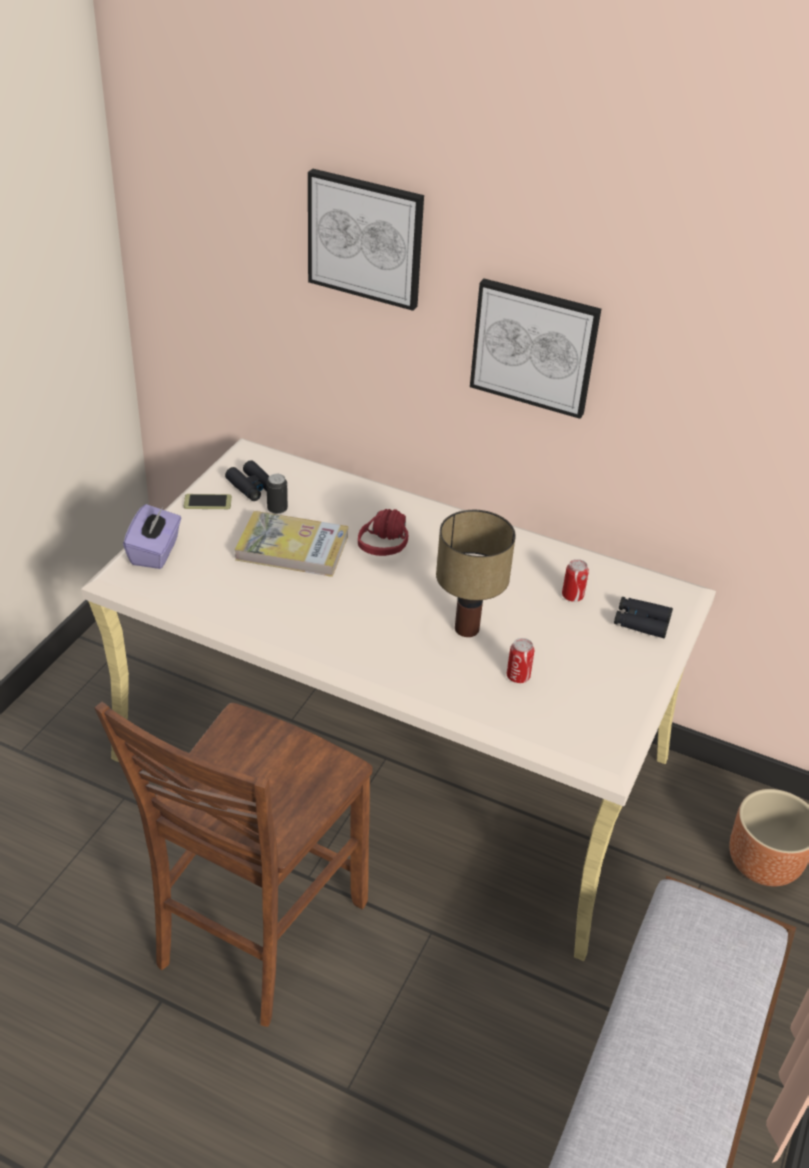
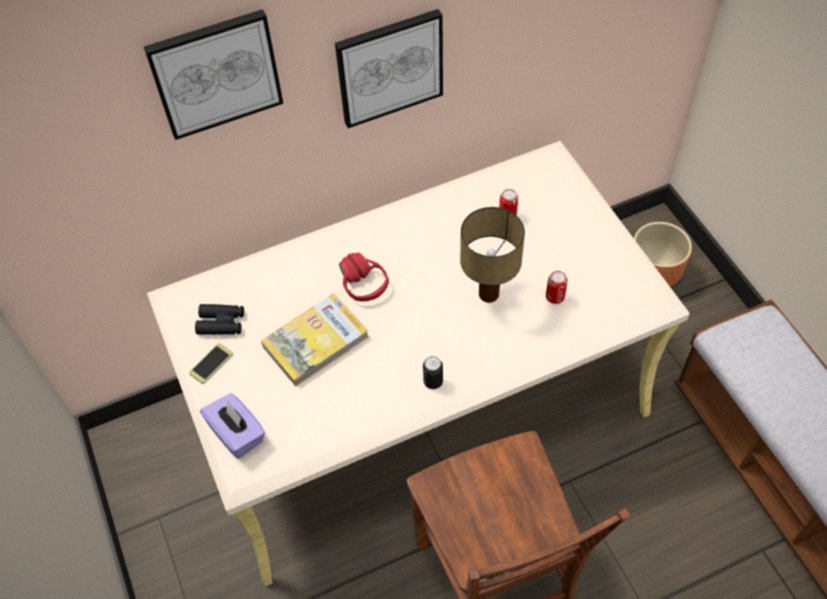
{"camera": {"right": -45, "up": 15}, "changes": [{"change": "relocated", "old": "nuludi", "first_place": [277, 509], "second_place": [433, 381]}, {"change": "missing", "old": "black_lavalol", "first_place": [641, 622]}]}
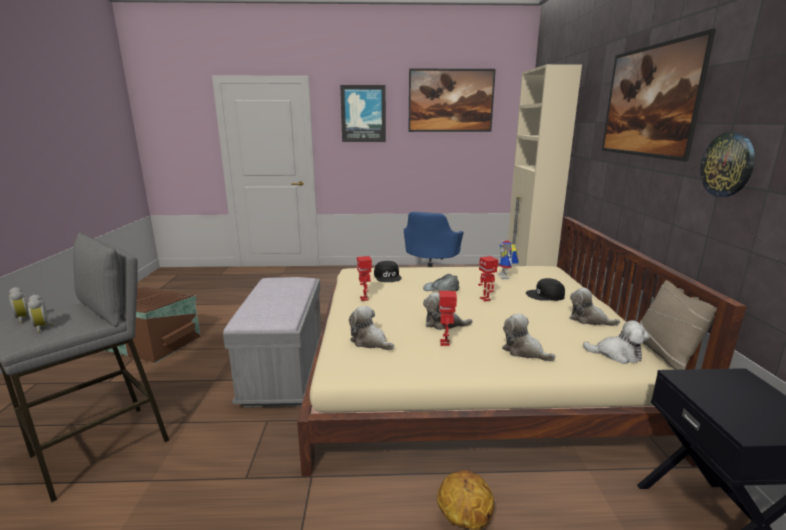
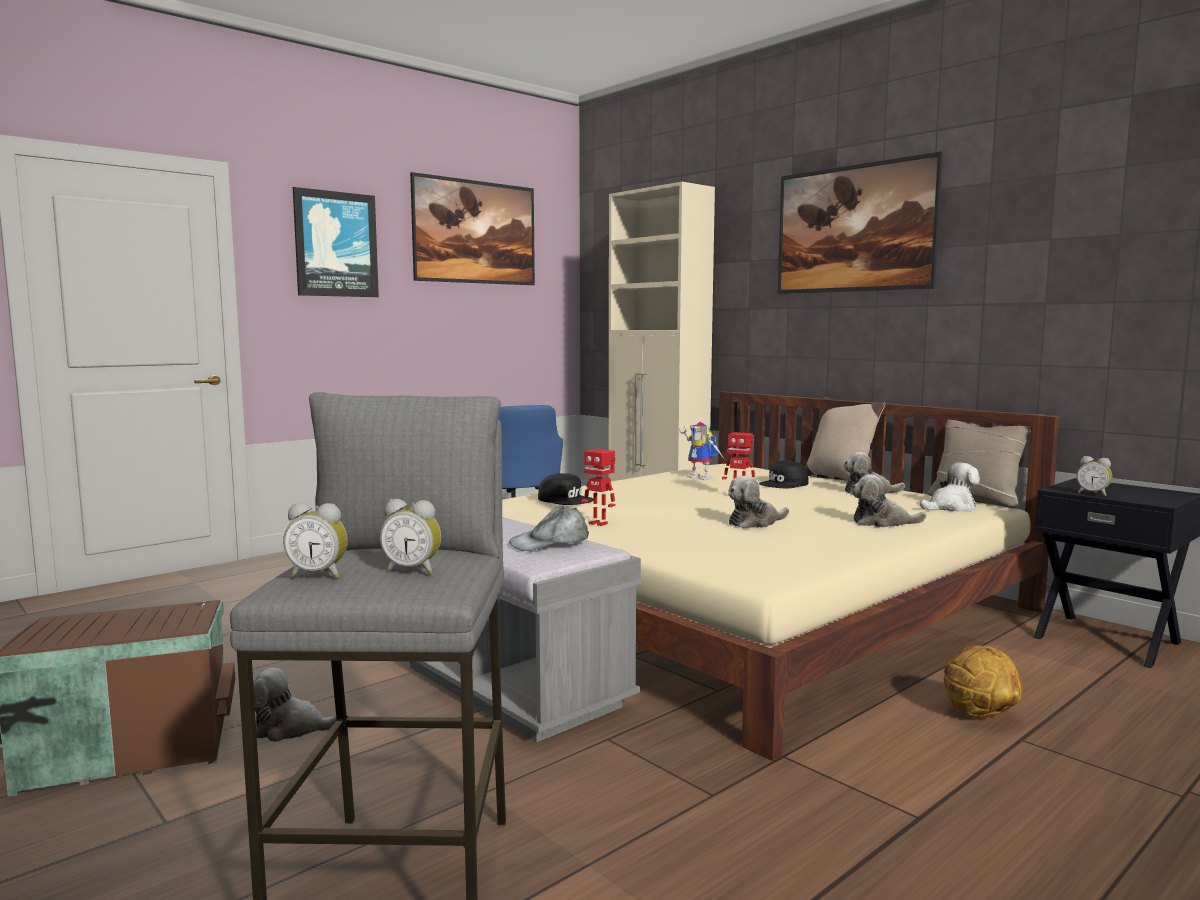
{"camera": {"right": -40, "up": -10}, "changes": [{"change": "relocated", "old": "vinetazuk", "first_place": [370, 342], "second_place": [290, 729]}, {"change": "relocated", "old": "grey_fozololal", "first_place": [441, 289], "second_place": [550, 542]}, {"change": "missing", "old": "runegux", "first_place": [445, 343]}, {"change": "missing", "old": "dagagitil", "first_place": [727, 165]}, {"change": "appeared", "new": "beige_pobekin", "second_place": [839, 478]}, {"change": "appeared", "new": "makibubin", "second_place": [1093, 494]}]}
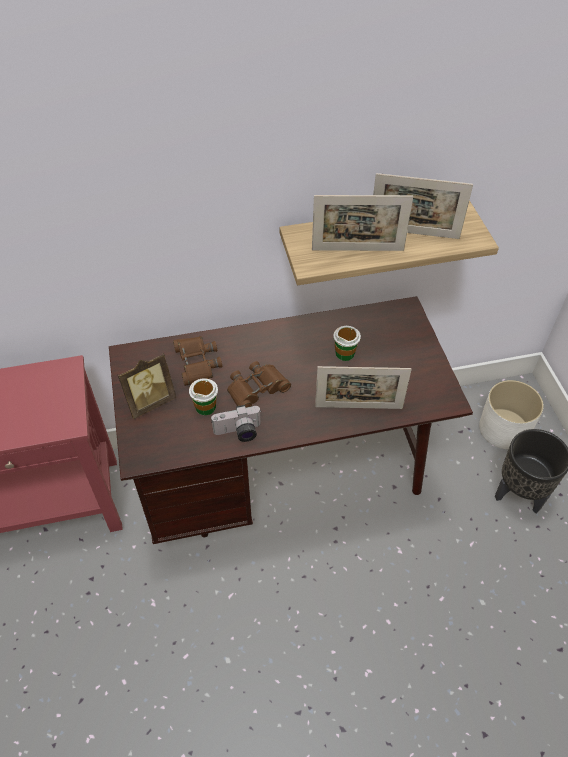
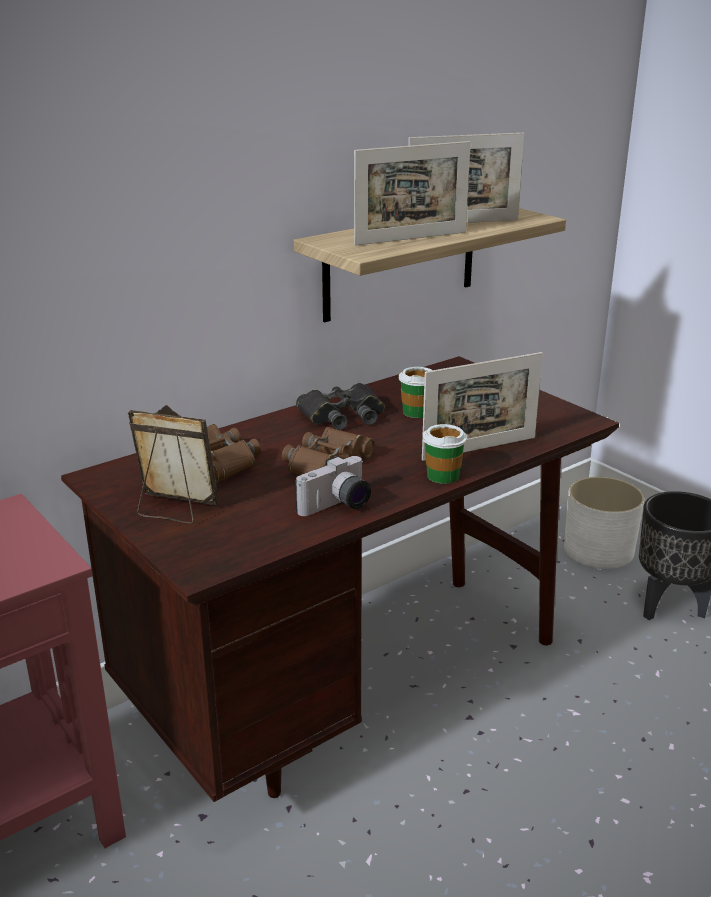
{"camera": {"right": -25, "up": -25}, "changes": [{"change": "spun", "old": "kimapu", "first_place": [150, 402], "second_place": [174, 510], "degrees": -105}, {"change": "relocated", "old": "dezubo", "first_place": [205, 406], "second_place": [443, 475]}, {"change": "appeared", "new": "black_lavalol", "second_place": [343, 415]}]}
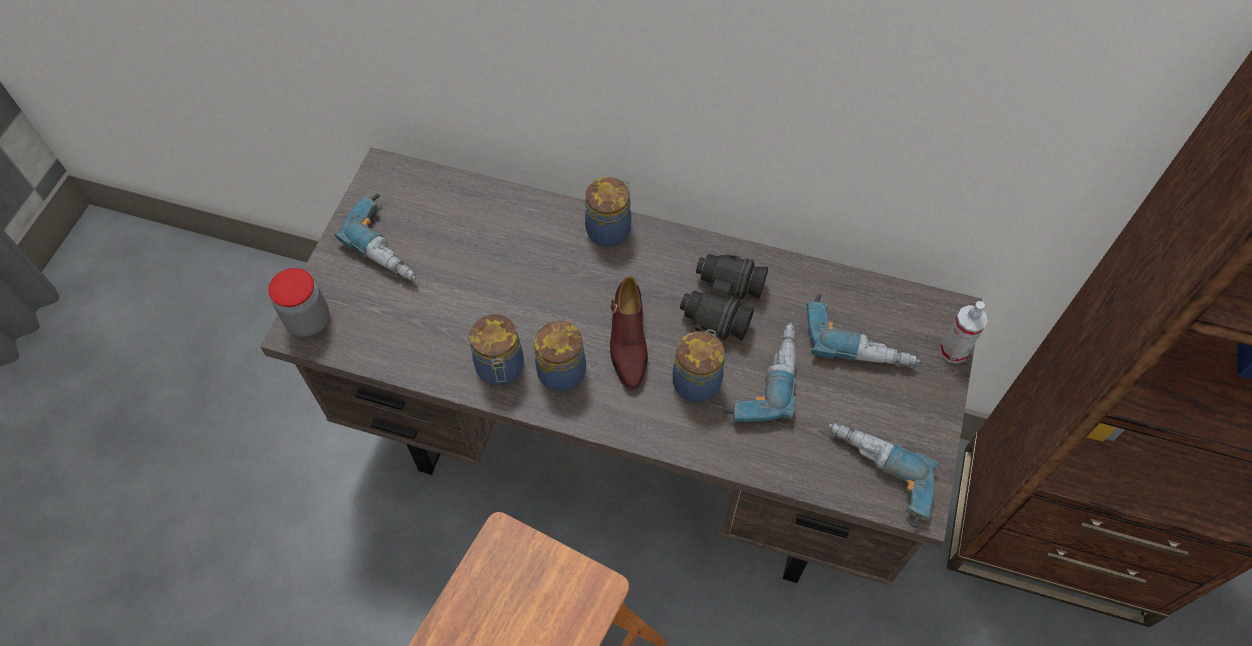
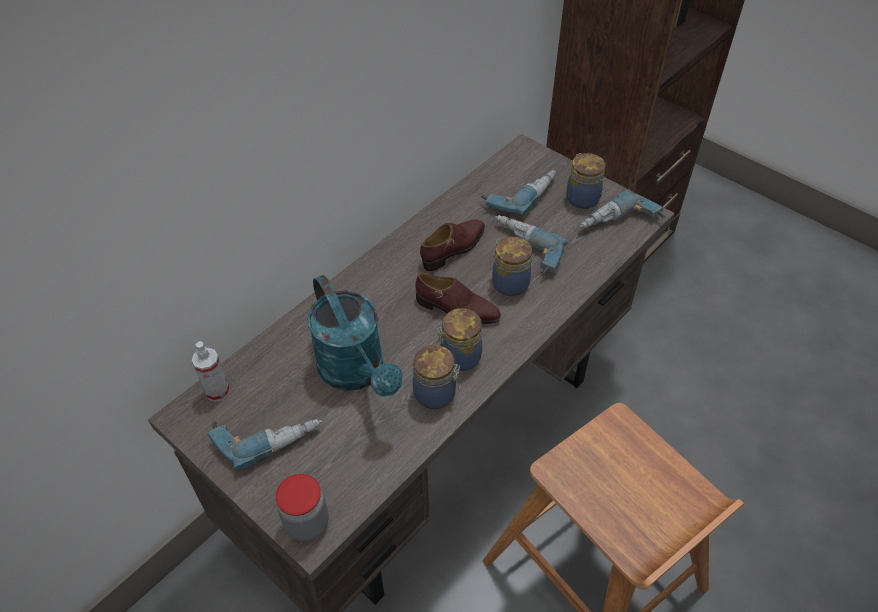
{"camera": {"right": -65, "up": -10}, "changes": [{"change": "relocated", "old": "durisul", "first_place": [610, 229], "second_place": [581, 198]}, {"change": "exchanged", "old": "black_lavalol", "new": "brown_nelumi", "first_place": [721, 303], "second_place": [454, 248]}, {"change": "relocated", "old": "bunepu", "first_place": [953, 351], "second_place": [217, 391]}, {"change": "appeared", "new": "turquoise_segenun", "second_place": [357, 372]}]}
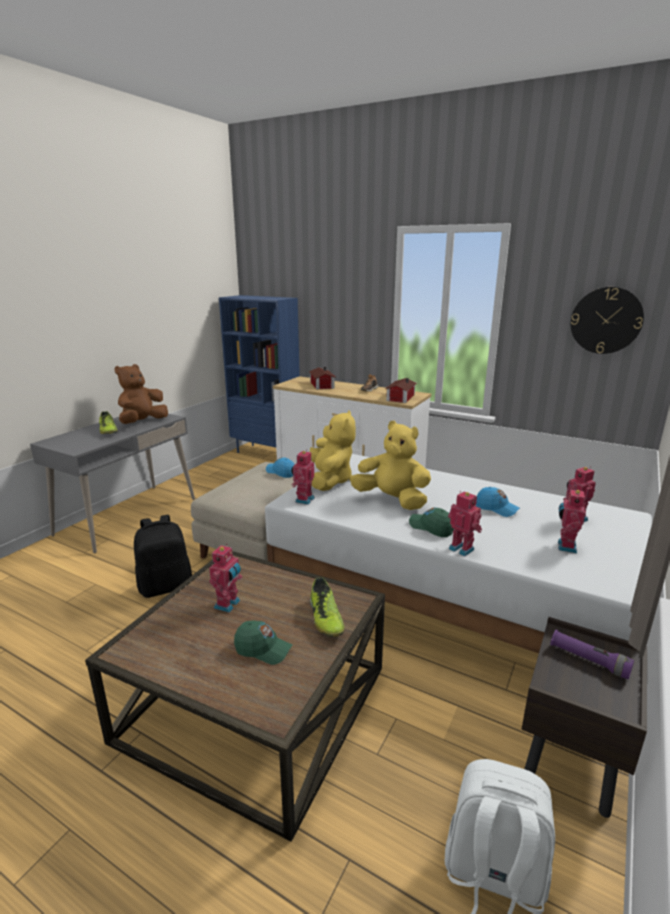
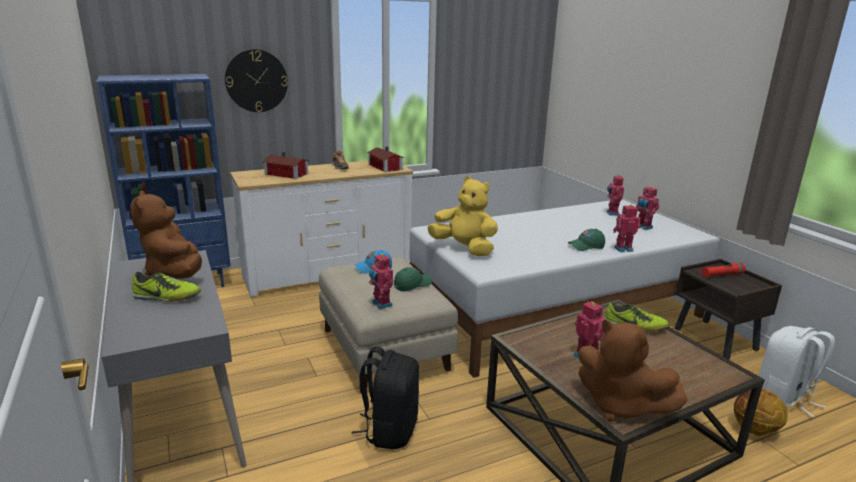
{"camera": {"right": -55, "up": 0}, "changes": [{"change": "relocated", "old": "green_fozololal", "first_place": [263, 649], "second_place": [412, 285]}, {"change": "relocated", "old": "runegux", "first_place": [303, 499], "second_place": [381, 304]}, {"change": "missing", "old": "yellow_vinetazuk", "first_place": [392, 500]}, {"change": "missing", "old": "blue_fozololal", "first_place": [496, 509]}, {"change": "colour", "old": "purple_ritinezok", "new": "red_ritinezok", "first_place": [588, 661], "second_place": [722, 275]}, {"change": "relocated", "old": "dagagitil", "first_place": [606, 320], "second_place": [256, 81]}, {"change": "appeared", "new": "brown_vinetazuk", "second_place": [620, 406]}, {"change": "appeared", "new": "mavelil", "second_place": [754, 430]}]}
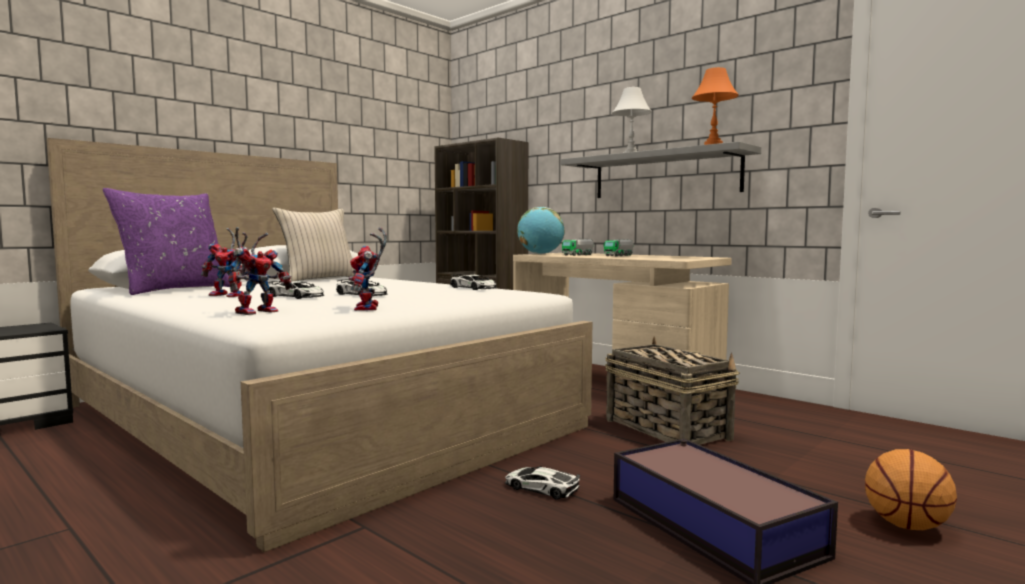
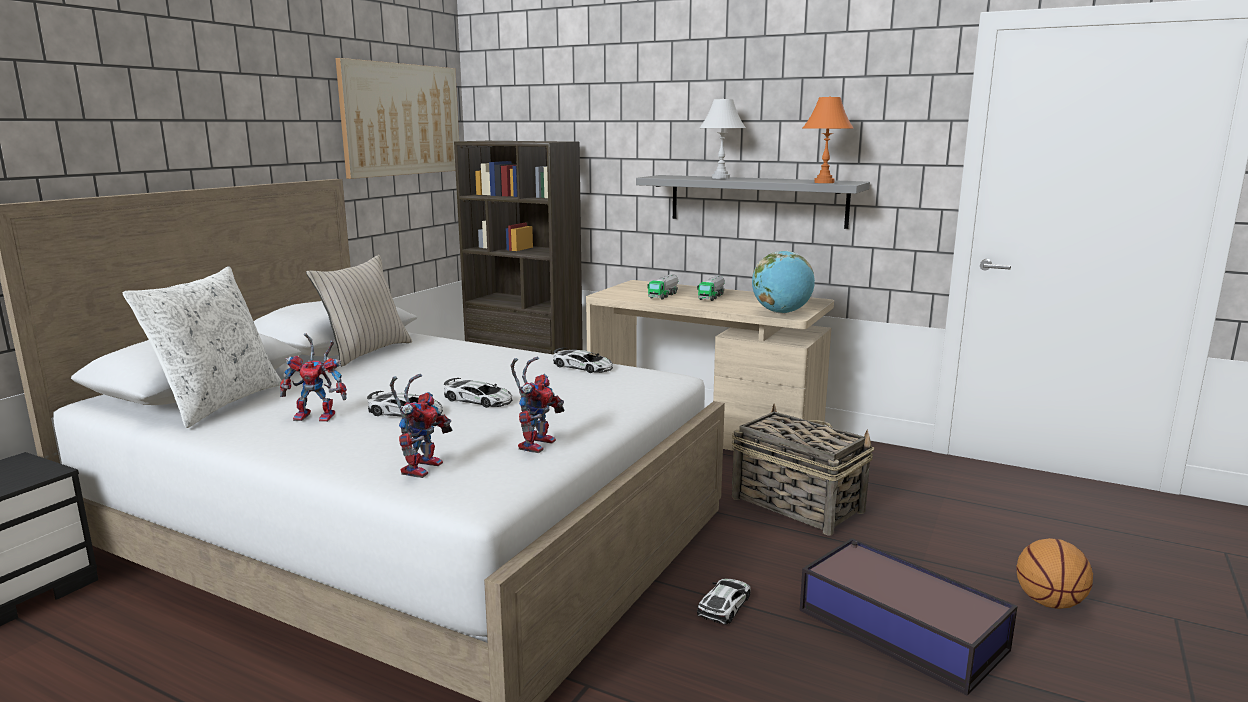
{"camera": {"right": -15, "up": 10}, "changes": [{"change": "colour", "old": "purple_pobekin", "new": "white_pobekin", "first_place": [175, 290], "second_place": [218, 403]}, {"change": "spun", "old": "runegux", "first_place": [369, 308], "second_place": [536, 443], "degrees": -135}, {"change": "spun", "old": "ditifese", "first_place": [541, 488], "second_place": [725, 605], "degrees": 105}, {"change": "relocated", "old": "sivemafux", "first_place": [540, 254], "second_place": [781, 312]}, {"change": "appeared", "new": "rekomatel", "second_place": [402, 119]}]}
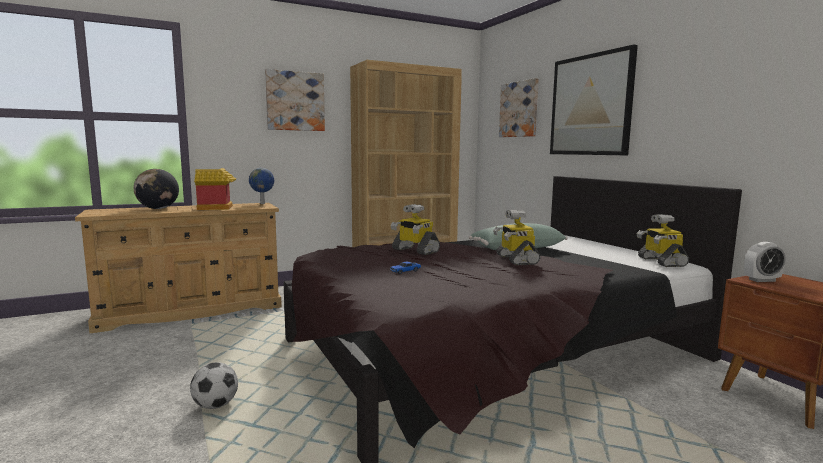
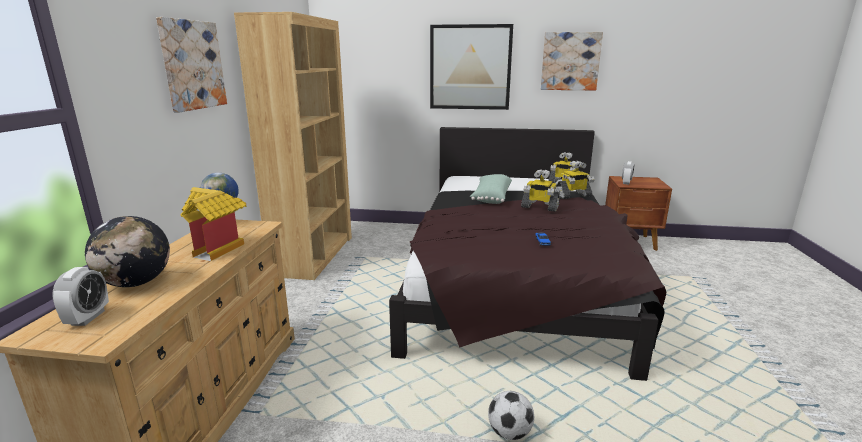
{"camera": {"right": -55, "up": 10}, "changes": [{"change": "relocated", "old": "runegux", "first_place": [414, 250], "second_place": [572, 196]}, {"change": "relocated", "old": "rekomatel", "first_place": [519, 109], "second_place": [570, 61]}, {"change": "appeared", "new": "makibubin", "second_place": [88, 318]}]}
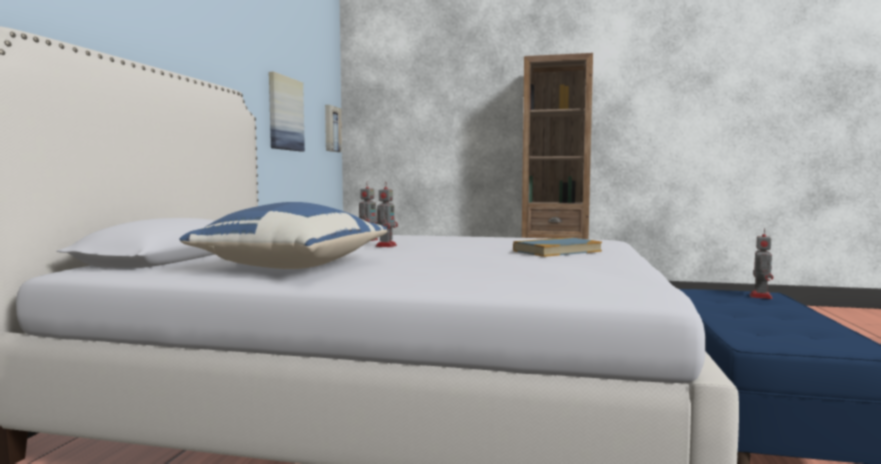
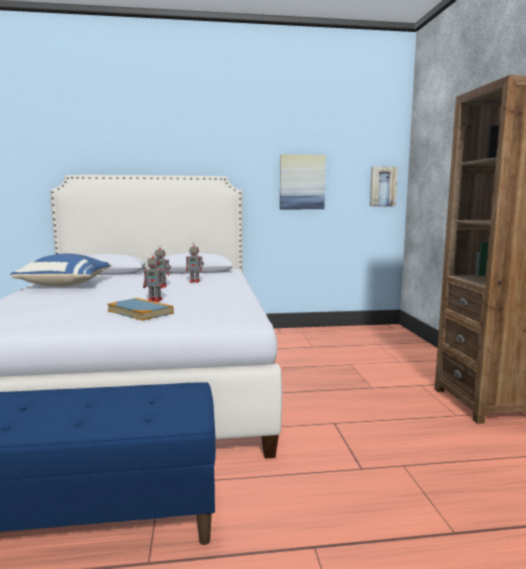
{"camera": {"right": 70, "up": 5}, "changes": [{"change": "relocated", "old": "runegux", "first_place": [760, 296], "second_place": [155, 300]}]}
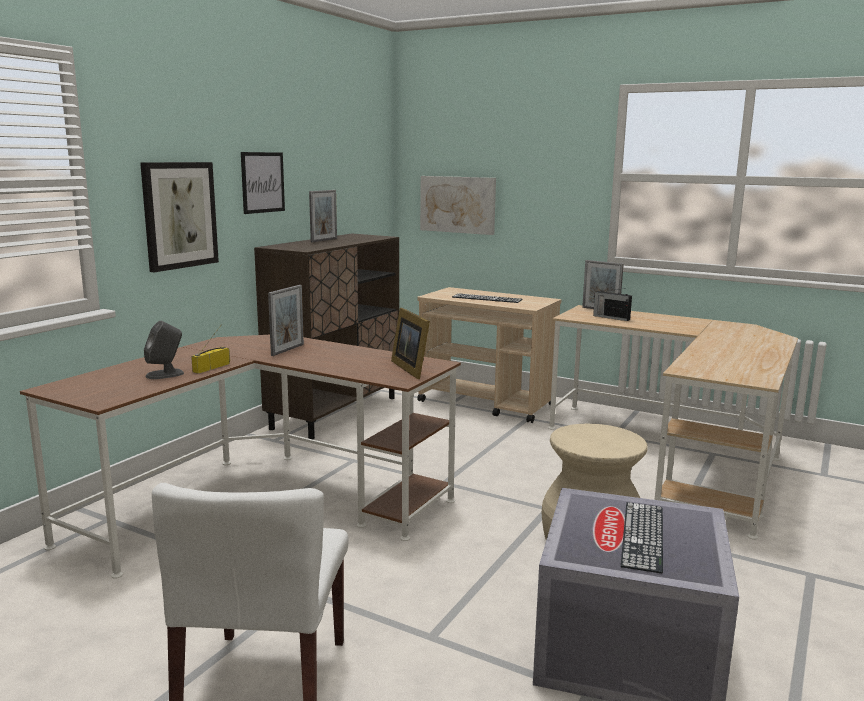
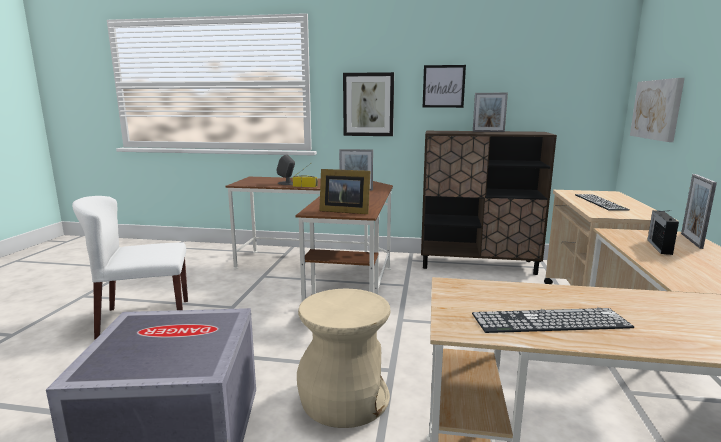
{"camera": {"right": 70, "up": 0}, "changes": [{"change": "spun", "old": "kimapu", "first_place": [412, 368], "second_place": [343, 211], "degrees": -120}, {"change": "relocated", "old": "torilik", "first_place": [643, 535], "second_place": [550, 321]}]}
